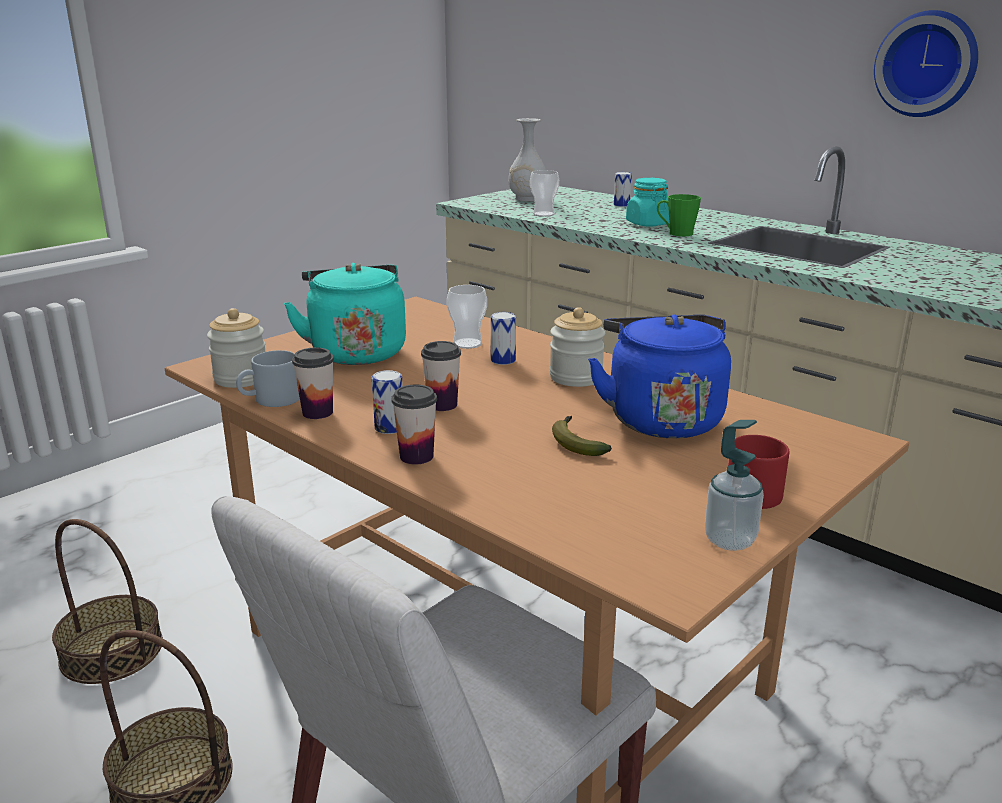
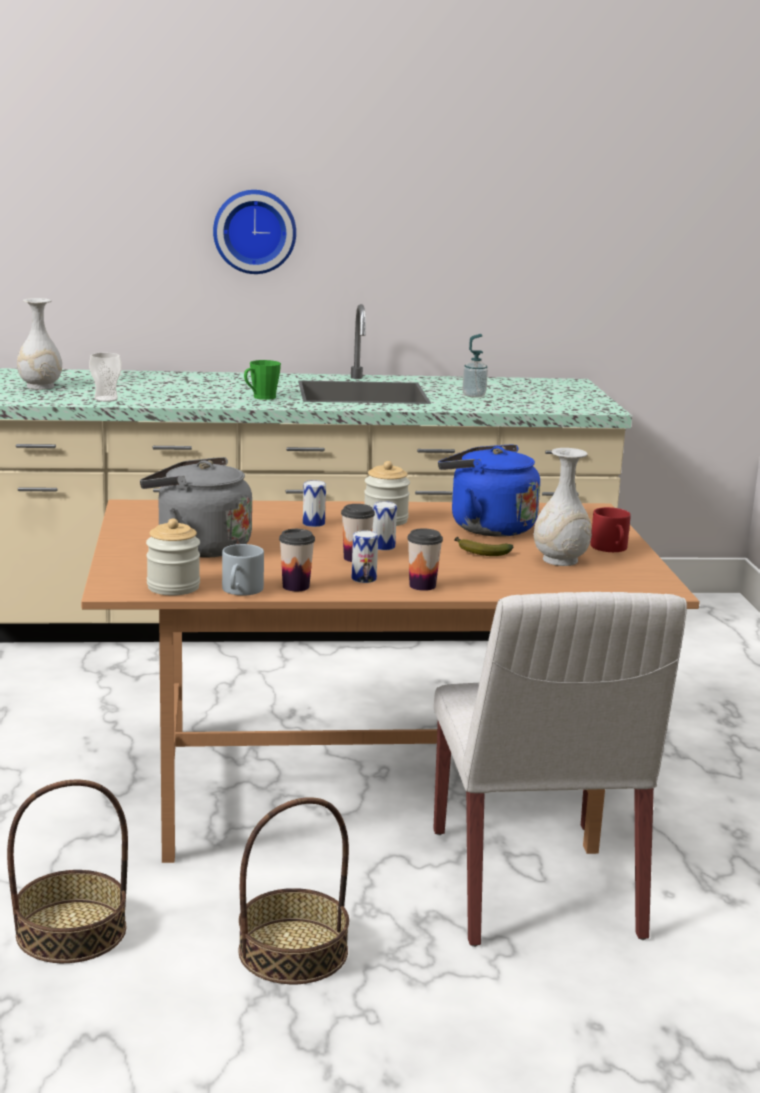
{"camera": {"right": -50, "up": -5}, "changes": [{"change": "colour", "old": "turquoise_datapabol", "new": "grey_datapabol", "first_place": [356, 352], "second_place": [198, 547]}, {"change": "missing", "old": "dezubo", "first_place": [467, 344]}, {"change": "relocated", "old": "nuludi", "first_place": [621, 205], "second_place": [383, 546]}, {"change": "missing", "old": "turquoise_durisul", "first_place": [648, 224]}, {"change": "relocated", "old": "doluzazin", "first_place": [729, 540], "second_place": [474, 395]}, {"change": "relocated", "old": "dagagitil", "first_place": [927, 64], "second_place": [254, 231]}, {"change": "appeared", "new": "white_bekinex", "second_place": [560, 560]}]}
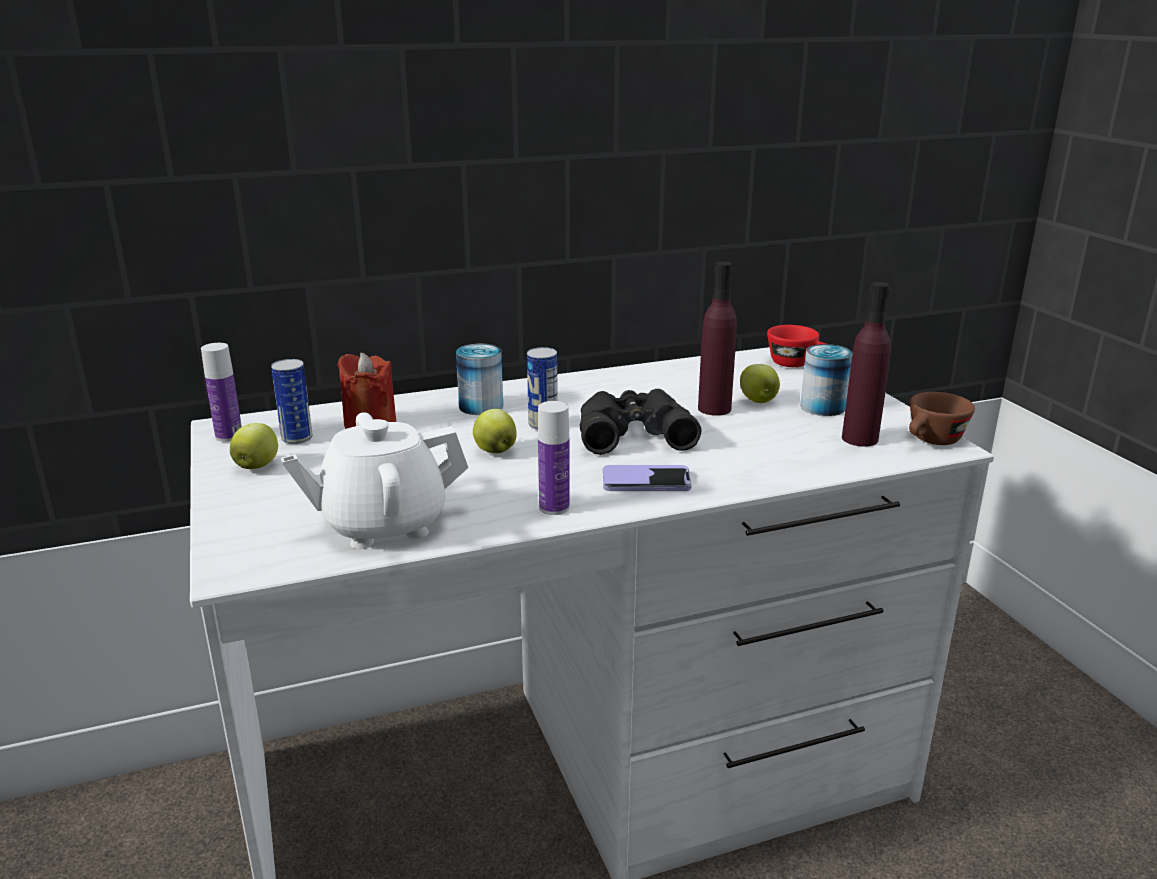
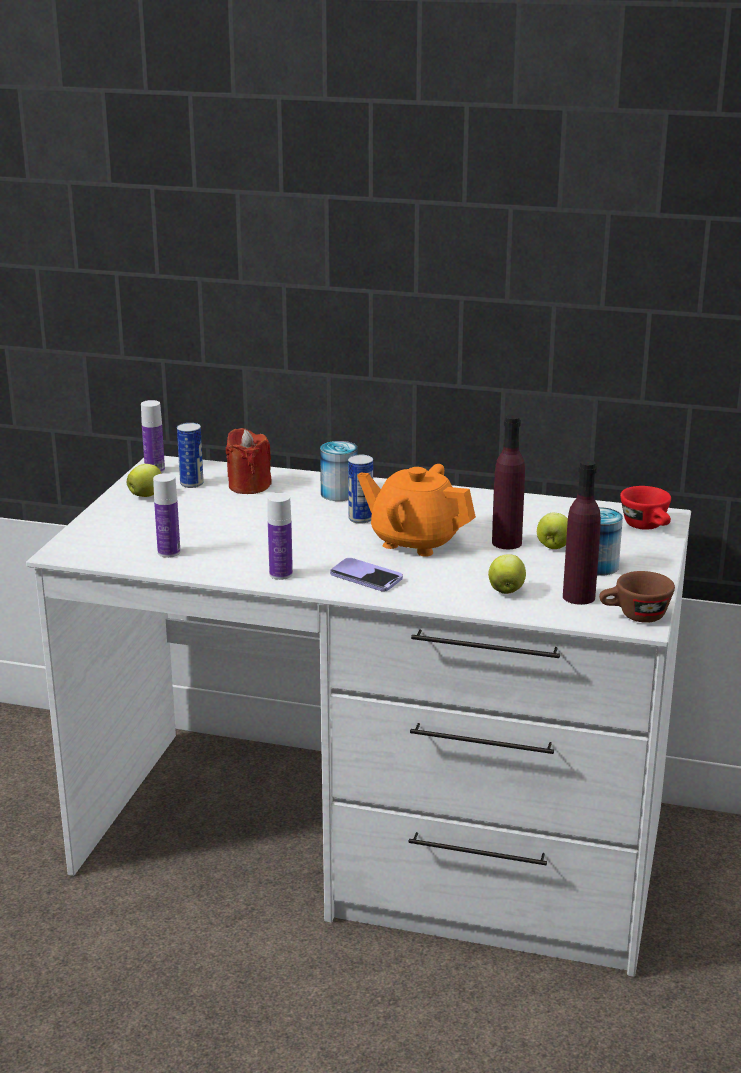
{"camera": {"right": 35, "up": 0}, "changes": [{"change": "exchanged", "old": "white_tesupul", "new": "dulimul", "first_place": [383, 524], "second_place": [169, 552]}, {"change": "relocated", "old": "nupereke", "first_place": [495, 451], "second_place": [506, 591]}, {"change": "exchanged", "old": "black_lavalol", "new": "orange_tesupul", "first_place": [632, 431], "second_place": [415, 541]}]}
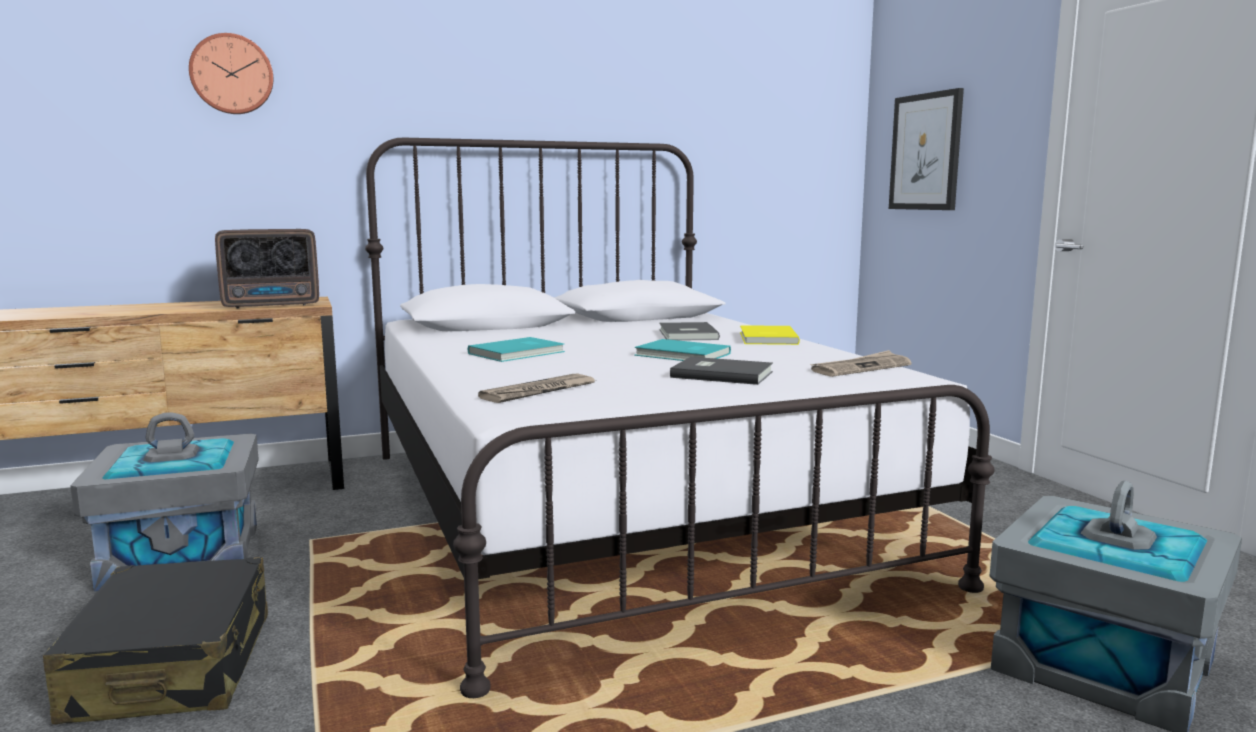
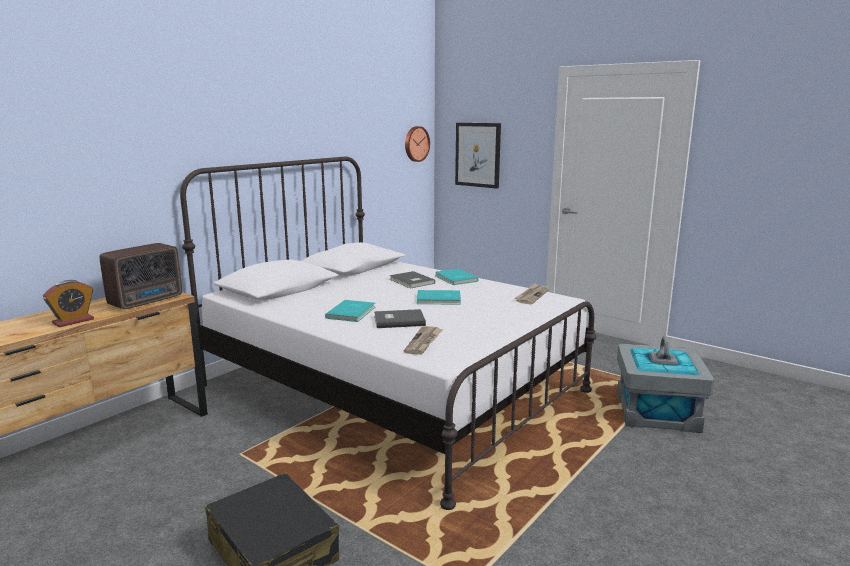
{"camera": {"right": -30, "up": 5}, "changes": [{"change": "missing", "old": "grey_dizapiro", "first_place": [183, 555]}, {"change": "relocated", "old": "dagagitil", "first_place": [232, 74], "second_place": [416, 144]}, {"change": "relocated", "old": "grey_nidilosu", "first_place": [721, 374], "second_place": [398, 320]}, {"change": "colour", "old": "yellow_nidilosu", "new": "turquoise_nidilosu", "first_place": [766, 338], "second_place": [455, 279]}, {"change": "appeared", "new": "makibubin", "second_place": [73, 321]}]}
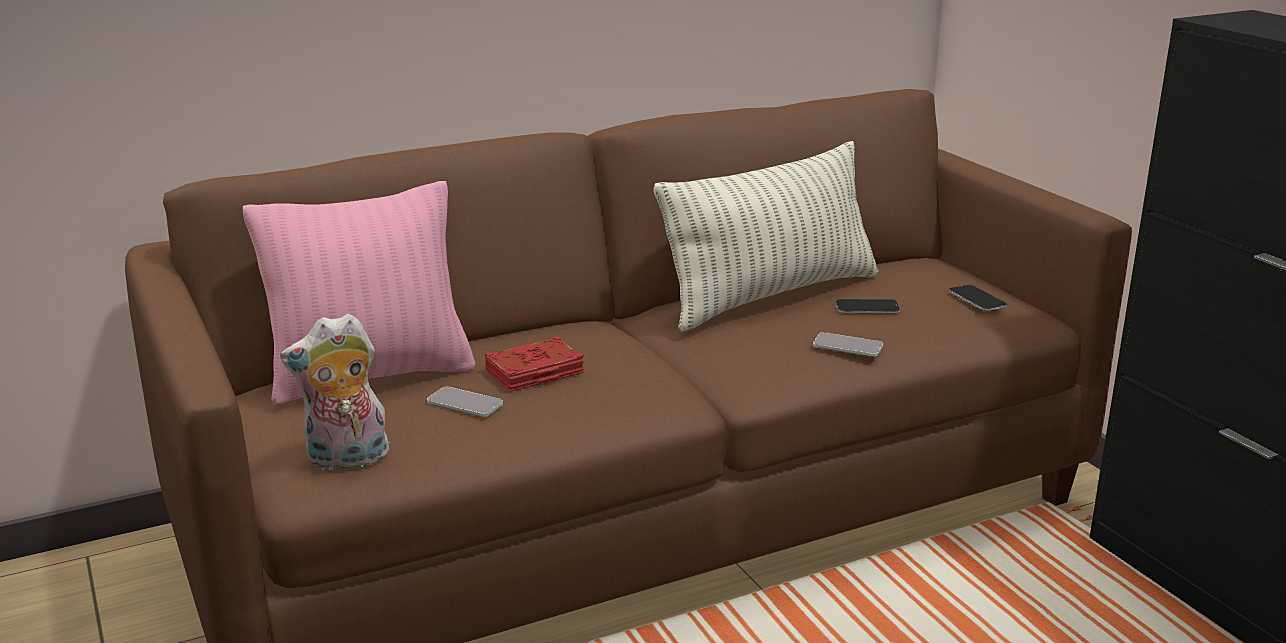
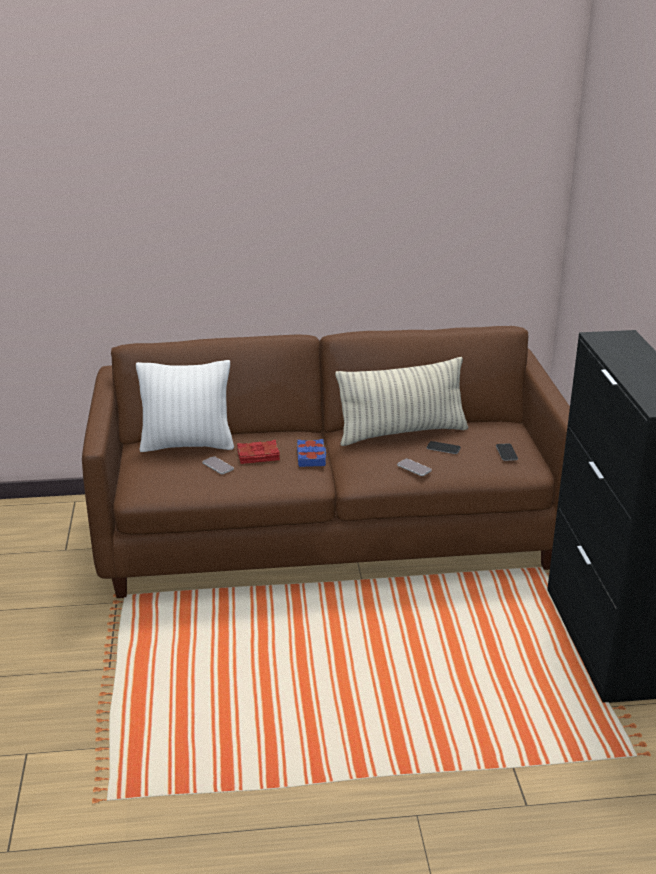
{"camera": {"right": 20, "up": 5}, "changes": [{"change": "colour", "old": "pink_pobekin", "new": "white_pobekin", "first_place": [371, 376], "second_place": [187, 445]}, {"change": "missing", "old": "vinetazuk", "first_place": [346, 460]}, {"change": "appeared", "new": "blue_nidilosu", "second_place": [311, 457]}]}
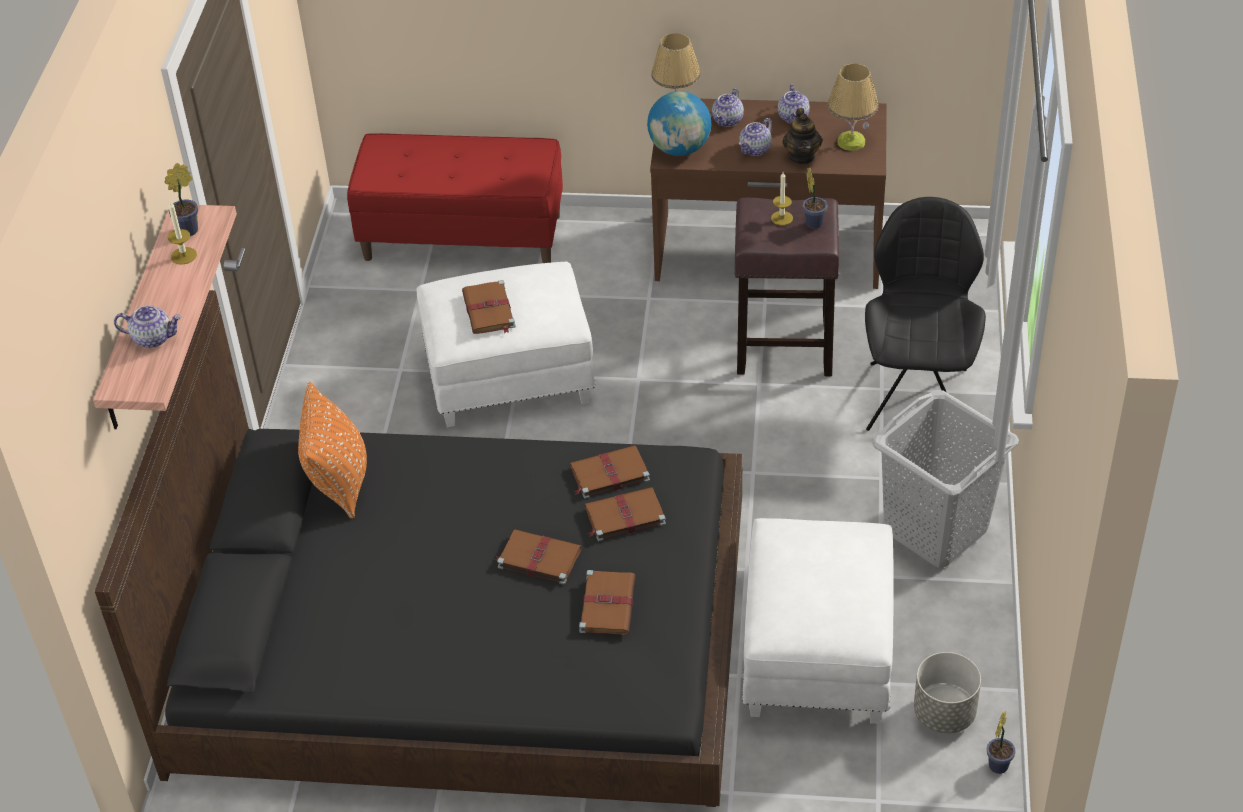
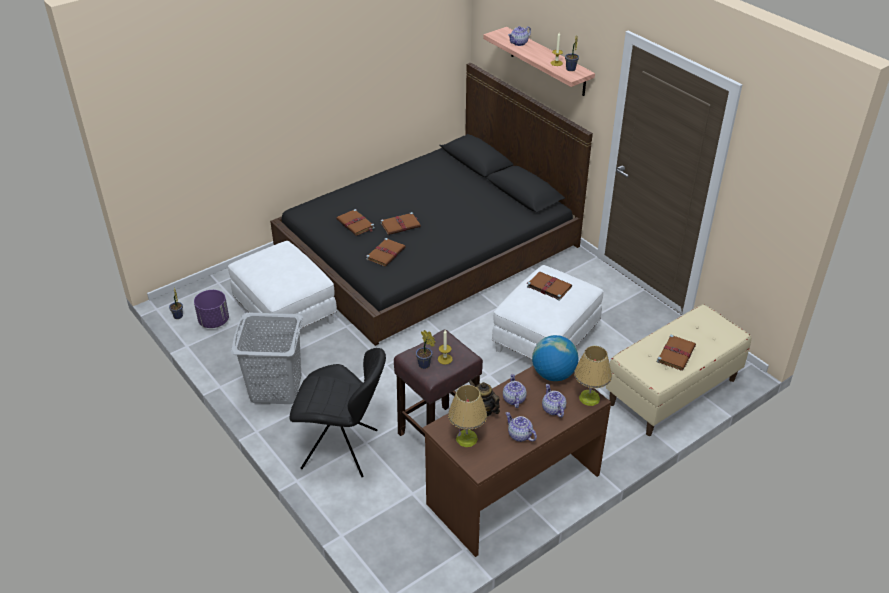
{"camera": {"right": 135, "up": -5}, "changes": [{"change": "missing", "old": "orange_pobekin", "first_place": [339, 482]}, {"change": "colour", "old": "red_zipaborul", "new": "beige_zipaborul", "first_place": [463, 236], "second_place": [672, 392]}, {"change": "relocated", "old": "brown_nidilosu", "first_place": [608, 474], "second_place": [676, 353]}, {"change": "spun", "old": "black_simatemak", "first_place": [917, 396], "second_place": [343, 450], "degrees": -45}, {"change": "colour", "old": "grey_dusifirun", "new": "purple_dusifirun", "first_place": [944, 714], "second_place": [214, 321]}]}
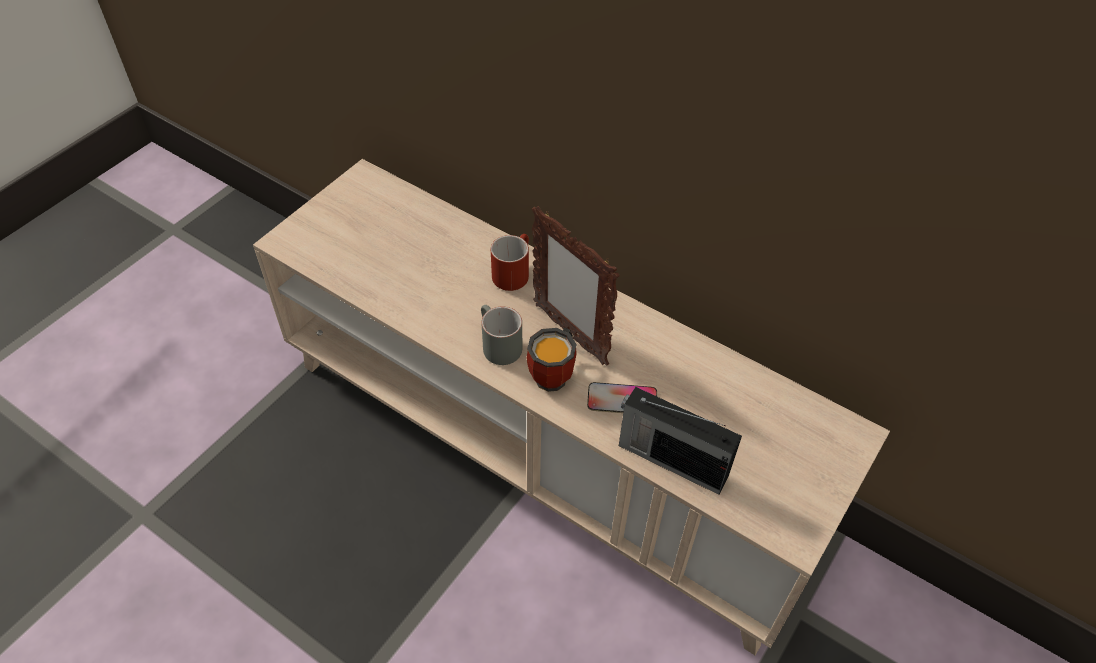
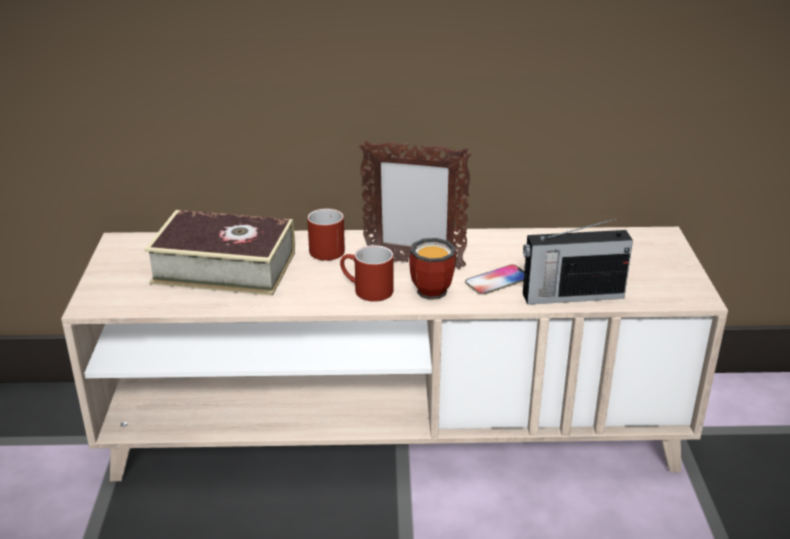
{"camera": {"right": -35, "up": -20}, "changes": [{"change": "colour", "old": "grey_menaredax", "new": "red_menaredax", "first_place": [497, 345], "second_place": [366, 290]}, {"change": "appeared", "new": "nidilosu", "second_place": [224, 267]}]}
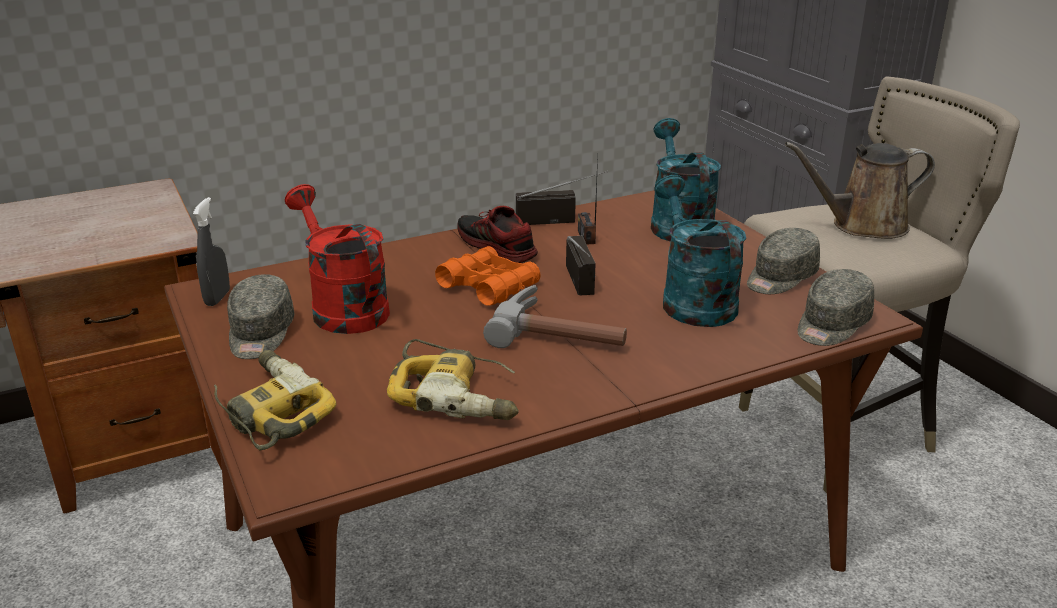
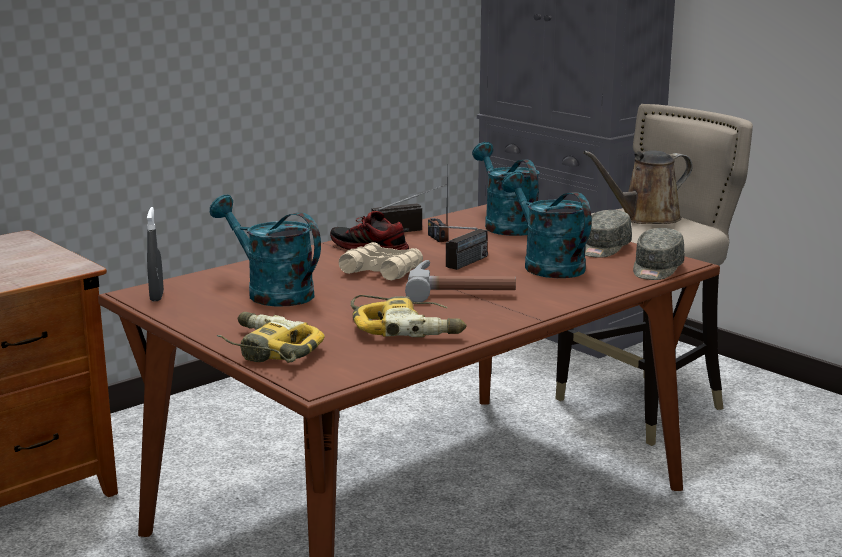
{"camera": {"right": -15, "up": -10}, "changes": [{"change": "missing", "old": "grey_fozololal", "first_place": [260, 334]}, {"change": "colour", "old": "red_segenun", "new": "turquoise_segenun", "first_place": [343, 307], "second_place": [271, 292]}, {"change": "colour", "old": "orange_lavalol", "new": "beige_lavalol", "first_place": [488, 286], "second_place": [381, 271]}, {"change": "spun", "old": "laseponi", "first_place": [585, 288], "second_place": [459, 265], "degrees": 60}]}
